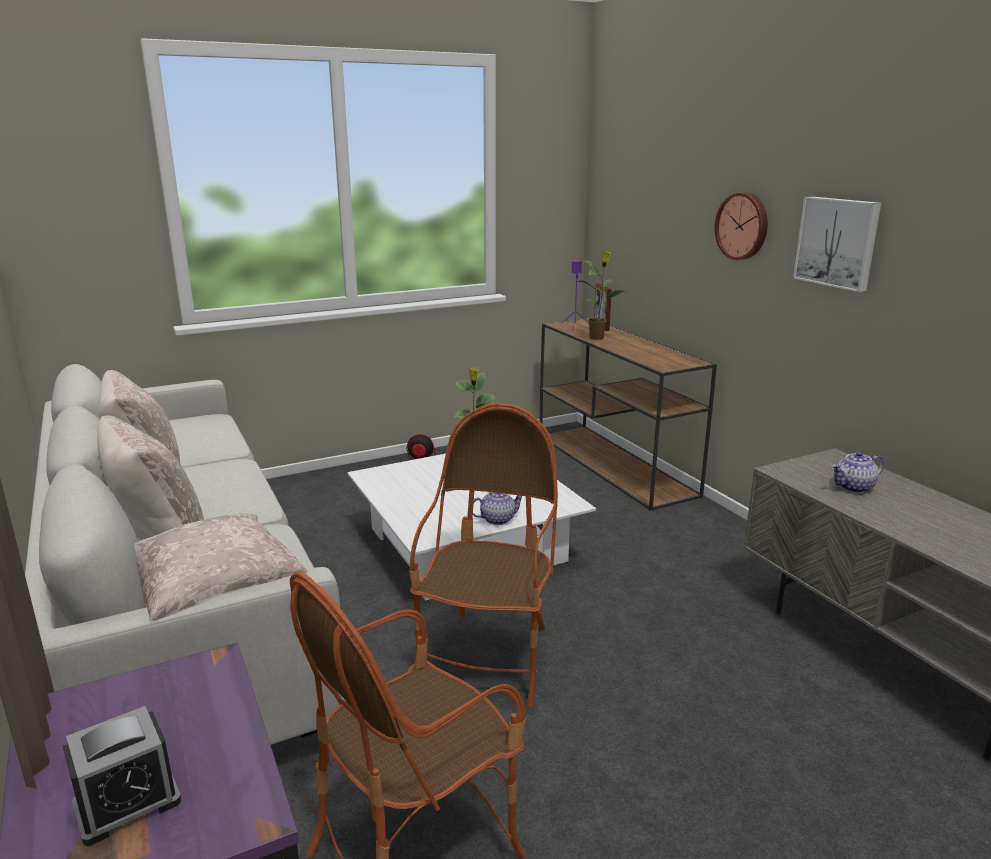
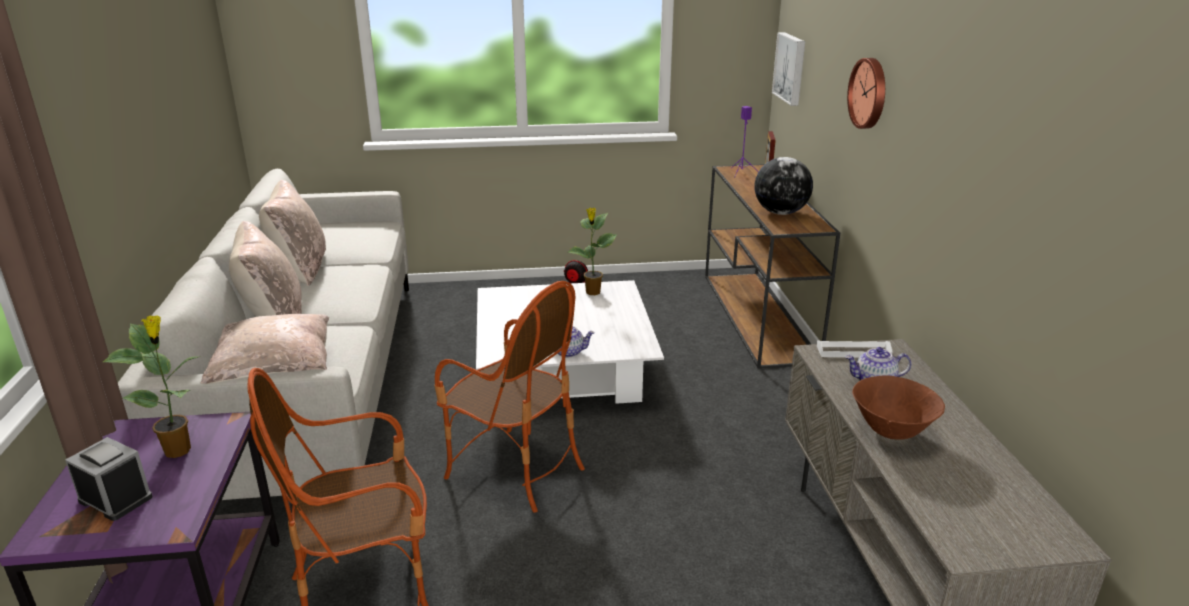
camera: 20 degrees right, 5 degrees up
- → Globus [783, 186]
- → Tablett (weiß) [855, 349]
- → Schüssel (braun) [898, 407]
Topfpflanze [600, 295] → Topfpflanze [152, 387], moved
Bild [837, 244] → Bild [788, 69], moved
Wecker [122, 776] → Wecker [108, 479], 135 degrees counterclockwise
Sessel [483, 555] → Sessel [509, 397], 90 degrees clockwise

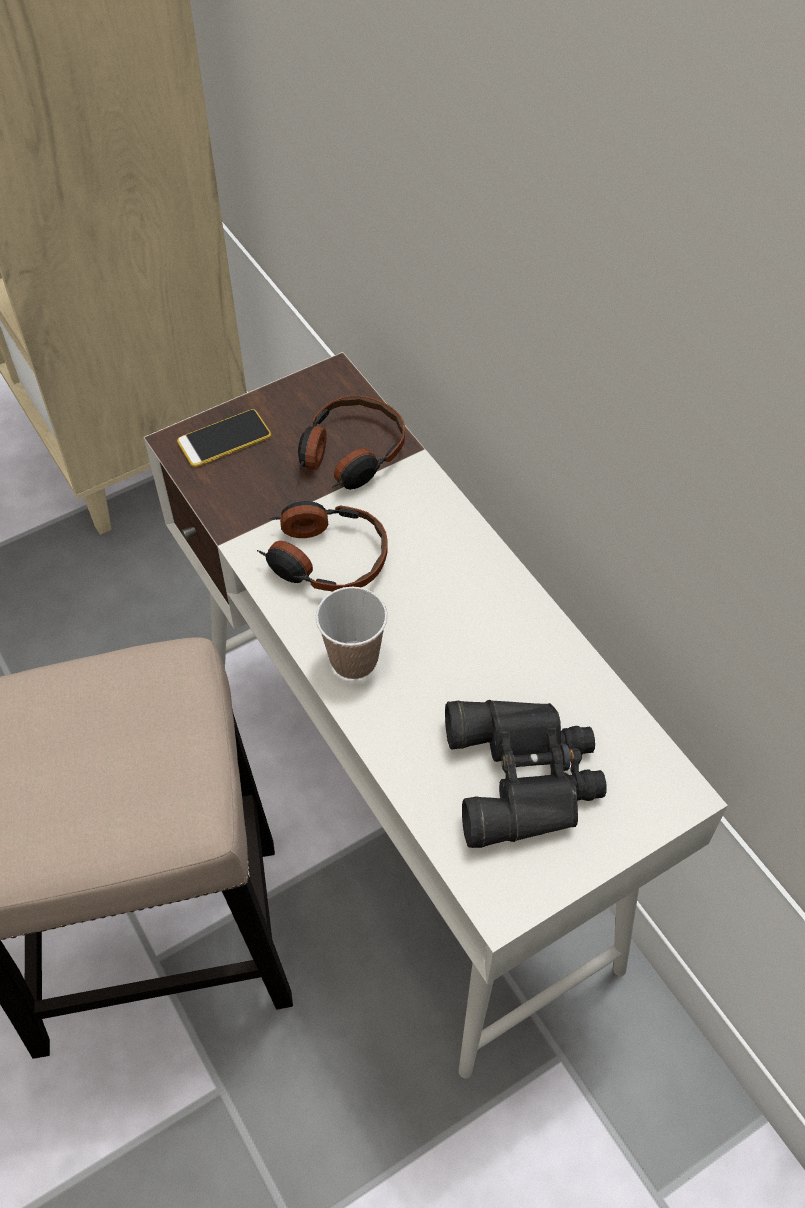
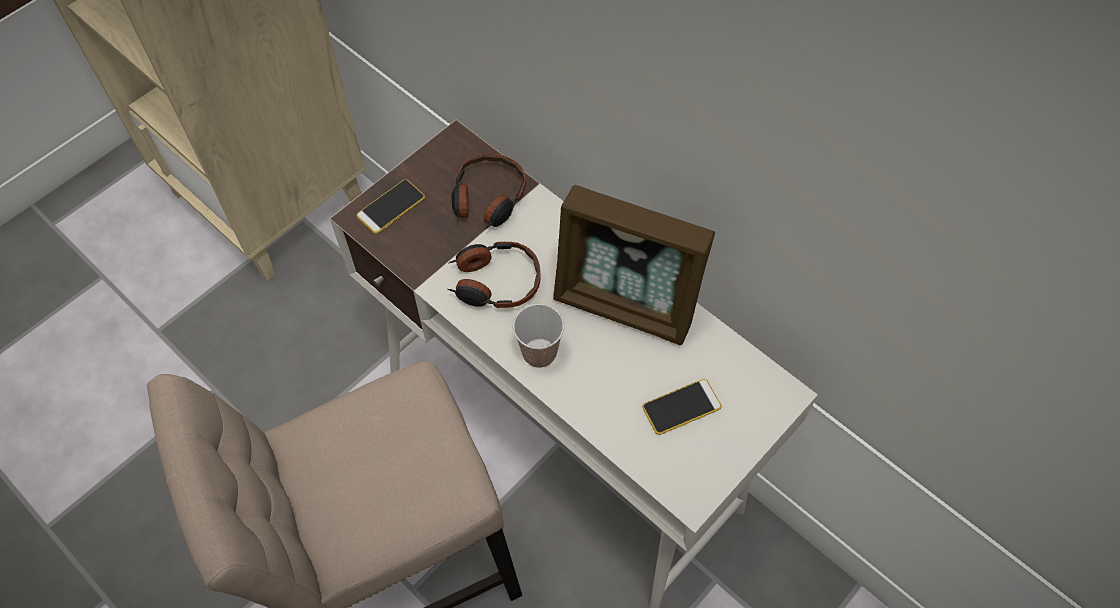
camera: 15 degrees left, 5 degrees up
- → Bilderrahmen [634, 265]
Fernglas (schwarz) [526, 774] → Handy [682, 407]

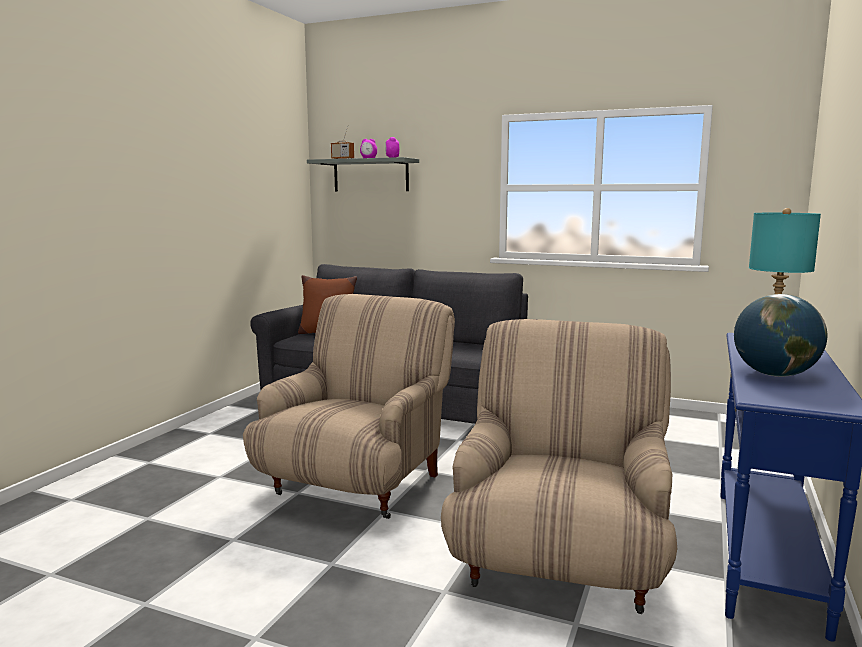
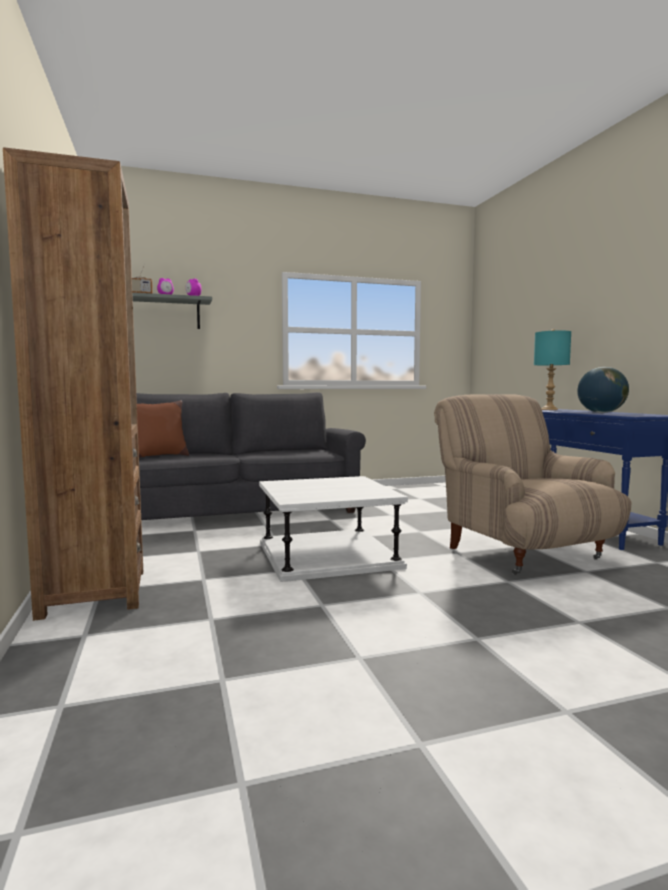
camera: 40 degrees left, 5 degrees down
- → Bücherregal (braun) [73, 384]
Sessel (beige) [349, 406] → Beistelltisch (weiß) [333, 529]

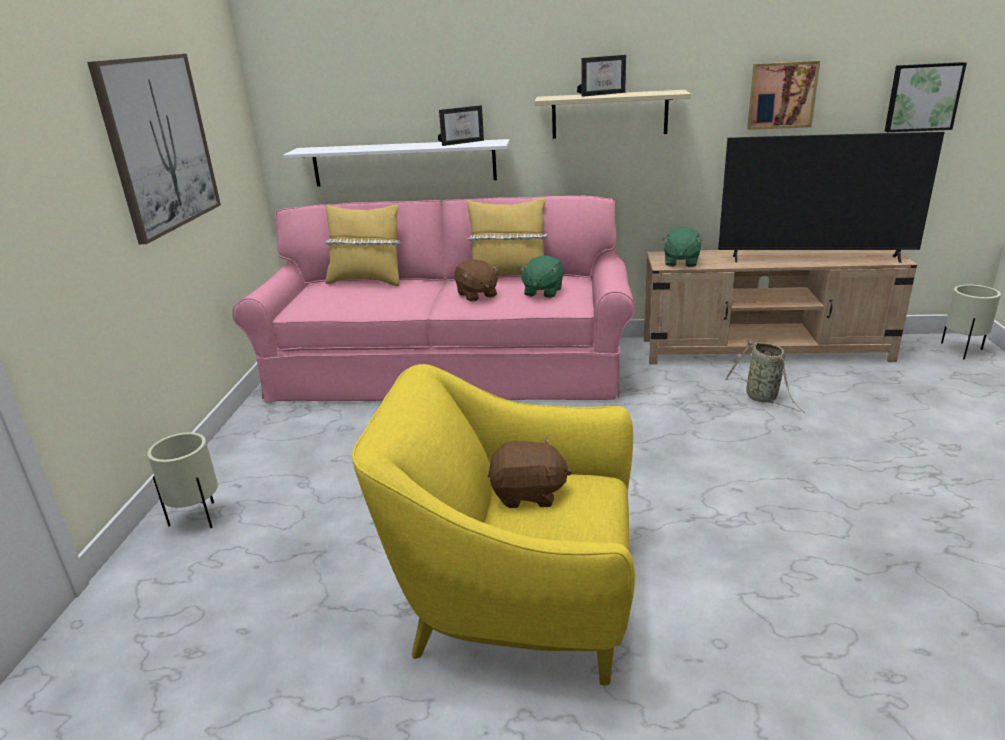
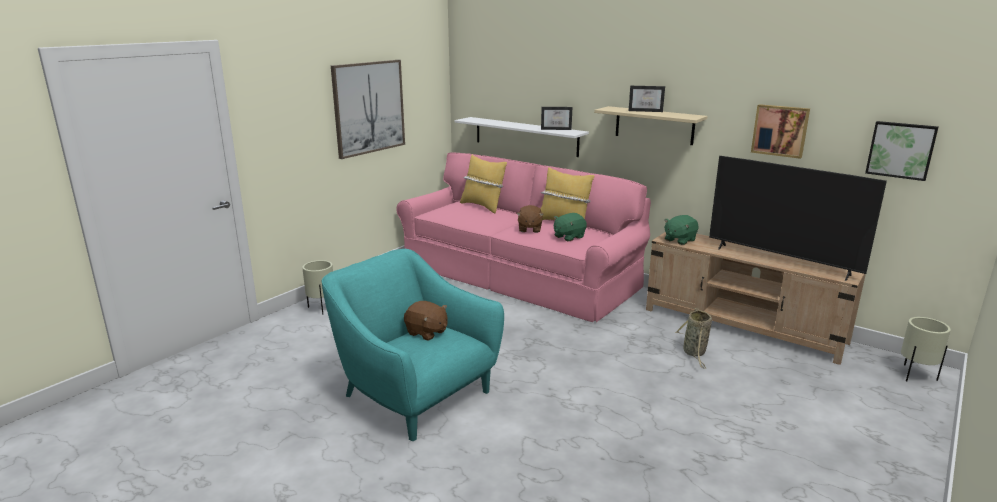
camera: 30 degrees right, 5 degrees down
Sessel (gelb) [493, 524] → Sessel (türkis) [413, 345]

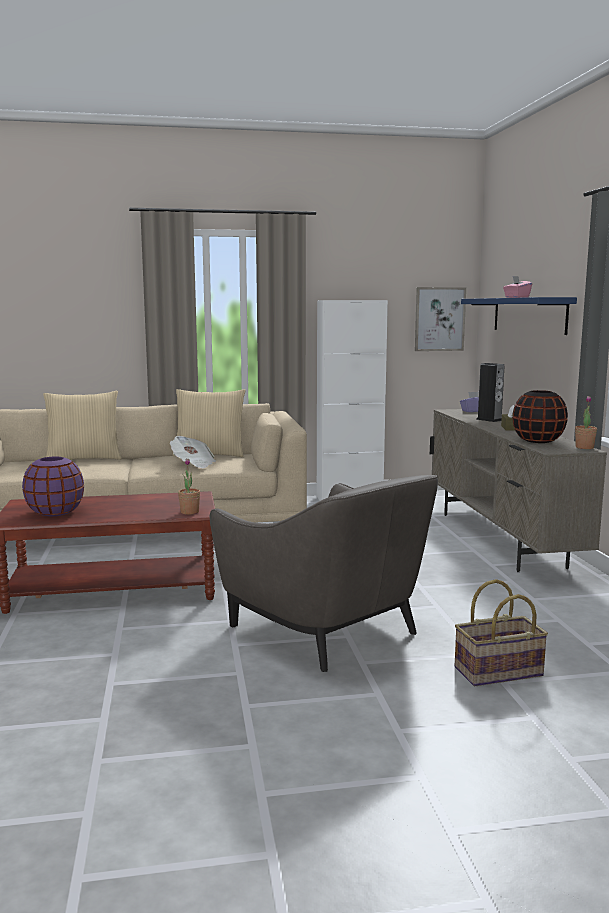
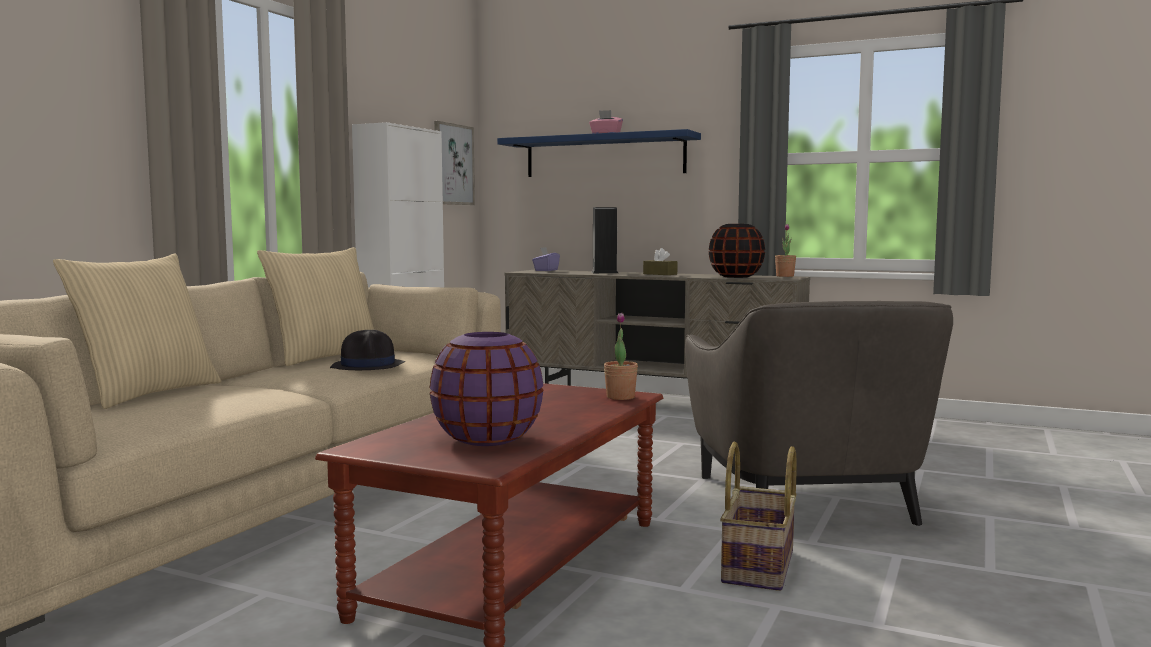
camera: 55 degrees left, 5 degrees down
Korb [501, 632] → Korb [758, 516], moved
Zeitung [193, 452] → Hut (schwarz) [367, 350]
Sessel (grau) [324, 573] → Sessel (grau) [819, 413], 90 degrees clockwise

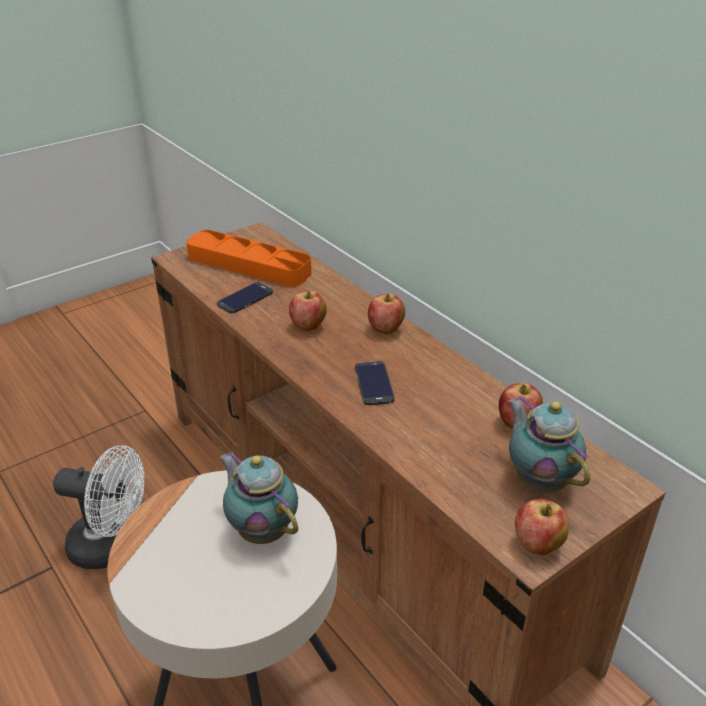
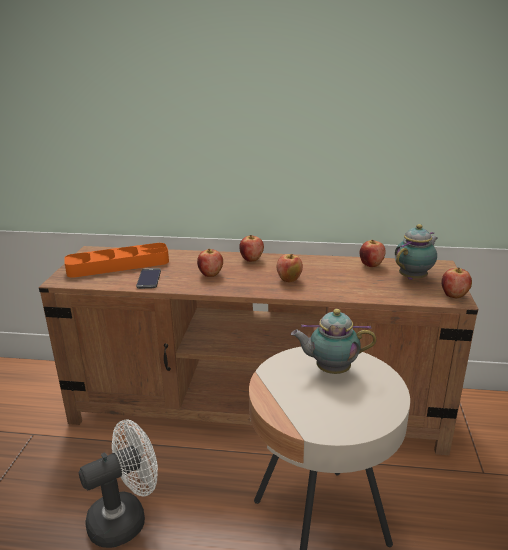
camera: 45 degrees left, 10 degrees down
Handy [375, 383] → Apfel [290, 268]
Teekanne [549, 444] → Teekanne [416, 252], 120 degrees clockwise

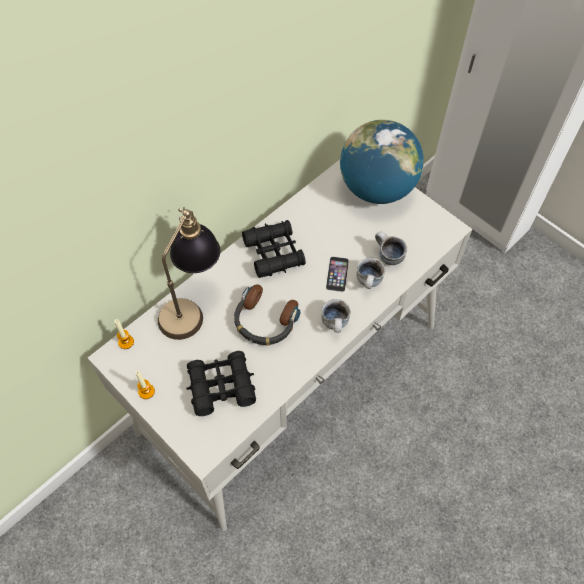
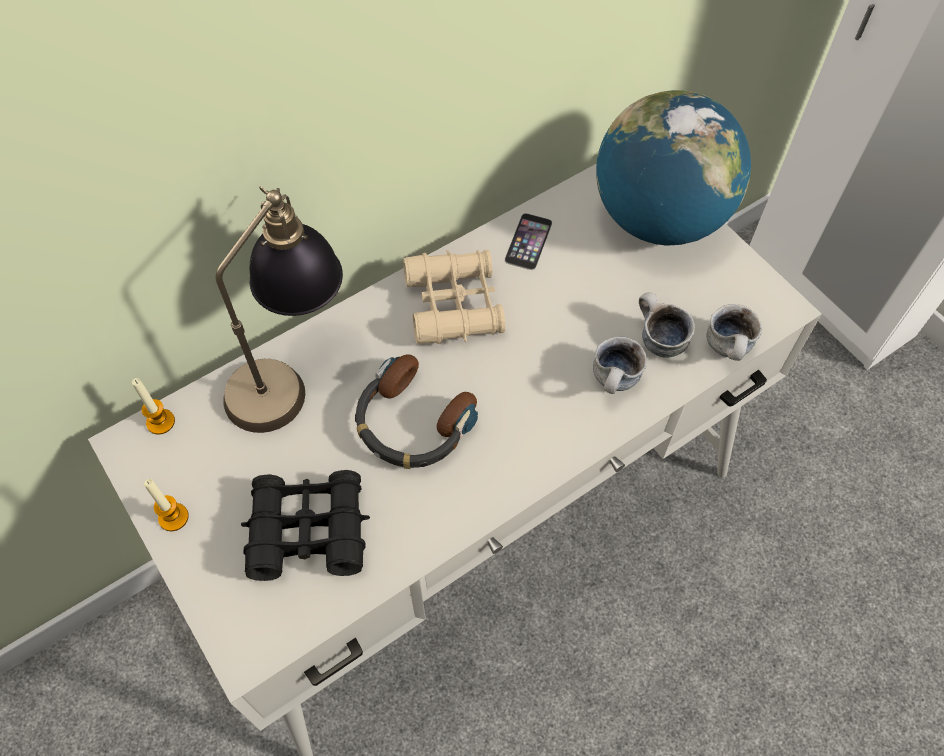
camera: 10 degrees right, 0 degrees up
Henkelbecher [336, 316] → Henkelbecher [734, 332], moved
Handy [337, 274] → Handy [528, 241], moved
Fernglas (schwarz) [274, 249] → Fernglas (beige) [454, 297]

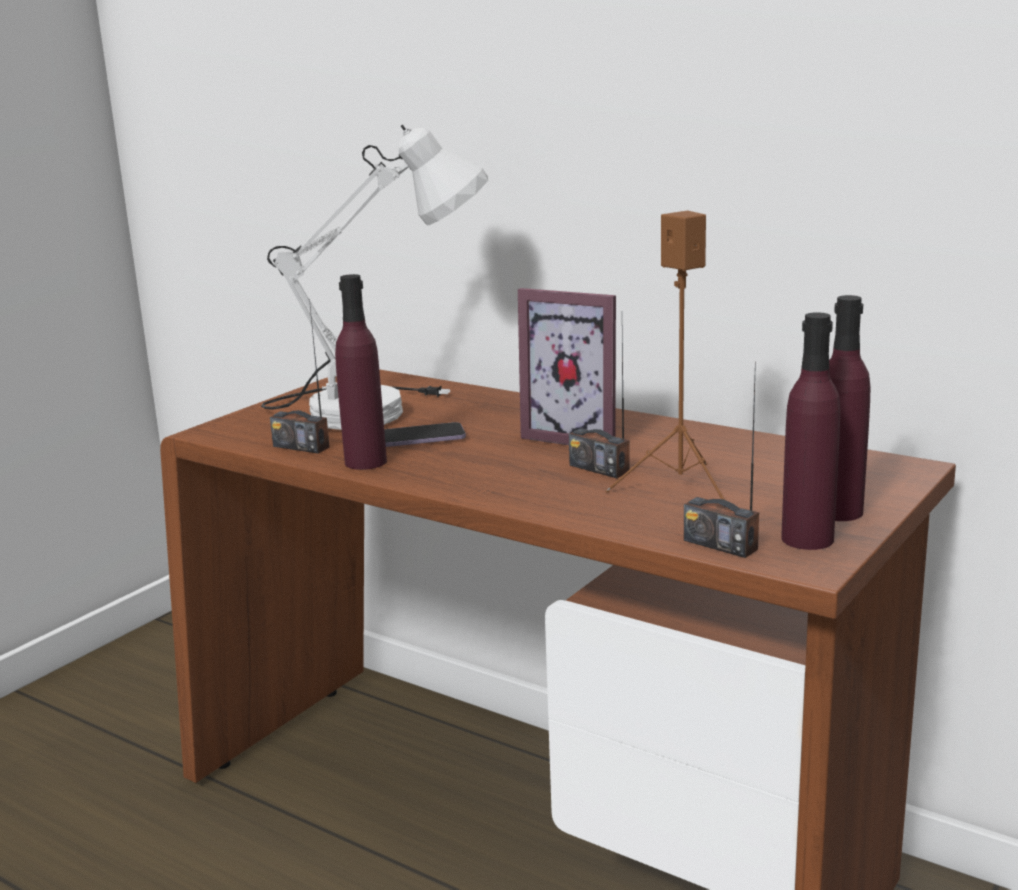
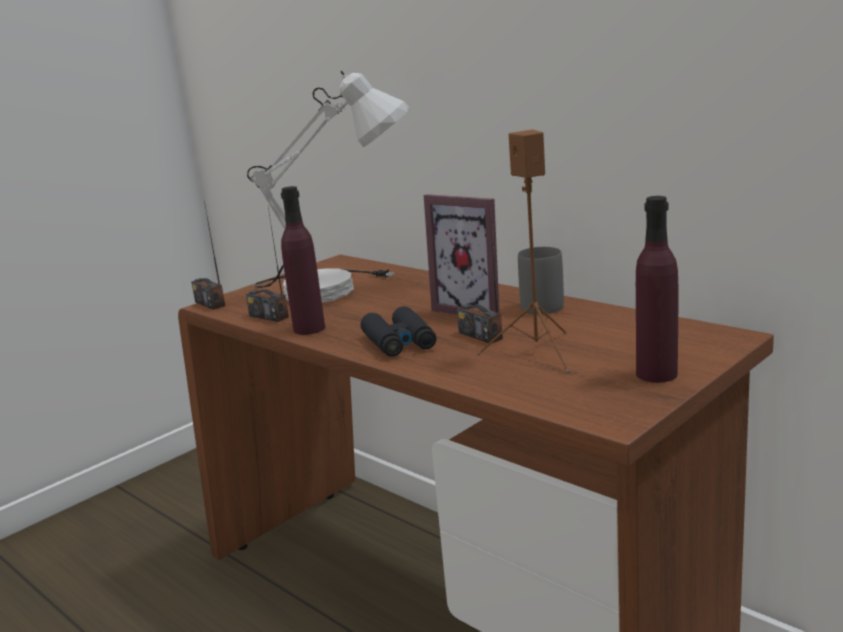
camera: 10 degrees right, 0 degrees up
Handy [425, 434] → -
Flasche (lila) [810, 431] → -
- → Fernglas (schwarz) [398, 331]
- → Henkelbecher (grau) [541, 280]
Radio [721, 459] → Radio [208, 255], moved

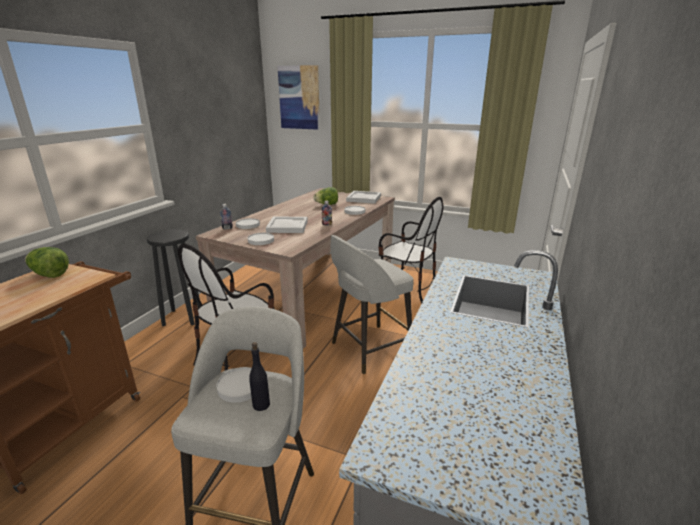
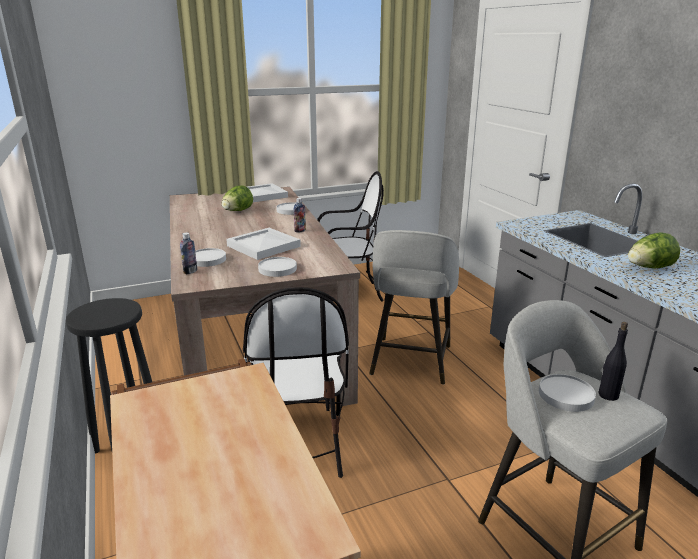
camera: 45 degrees left, 0 degrees up
Bild [298, 97] → -
Salatkopf [47, 262] → Salatkopf [654, 250], moved

